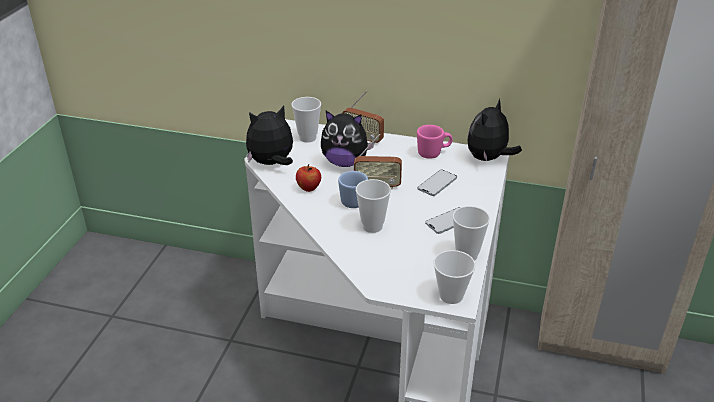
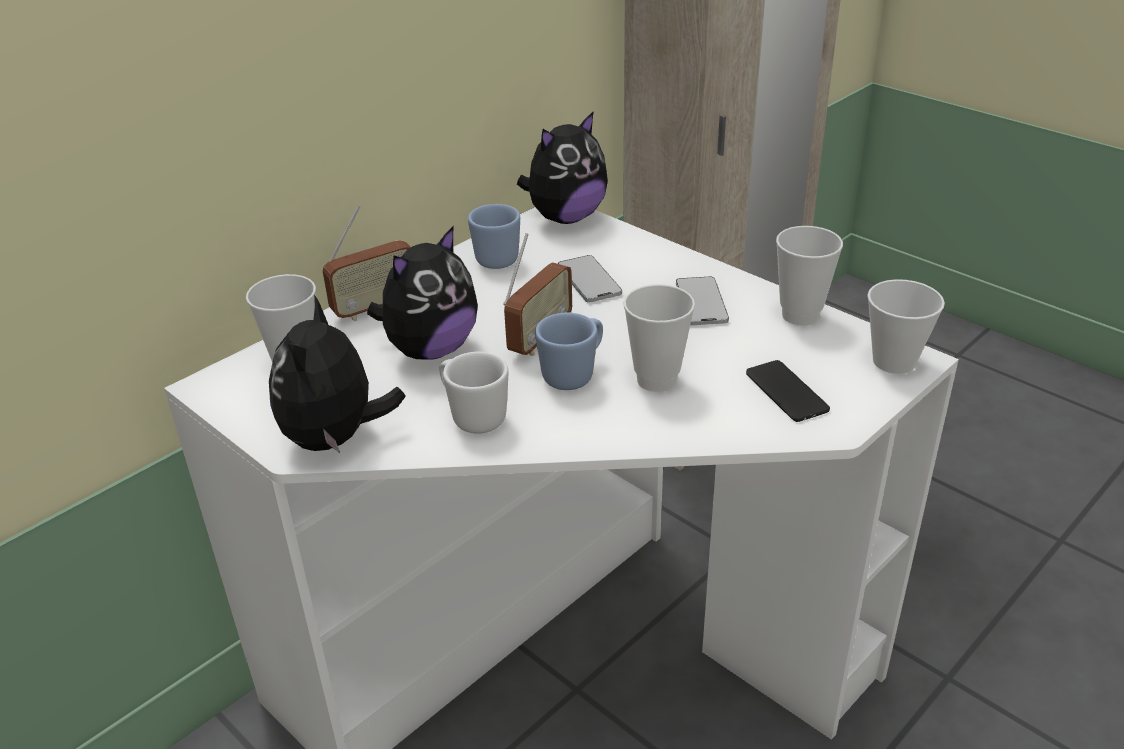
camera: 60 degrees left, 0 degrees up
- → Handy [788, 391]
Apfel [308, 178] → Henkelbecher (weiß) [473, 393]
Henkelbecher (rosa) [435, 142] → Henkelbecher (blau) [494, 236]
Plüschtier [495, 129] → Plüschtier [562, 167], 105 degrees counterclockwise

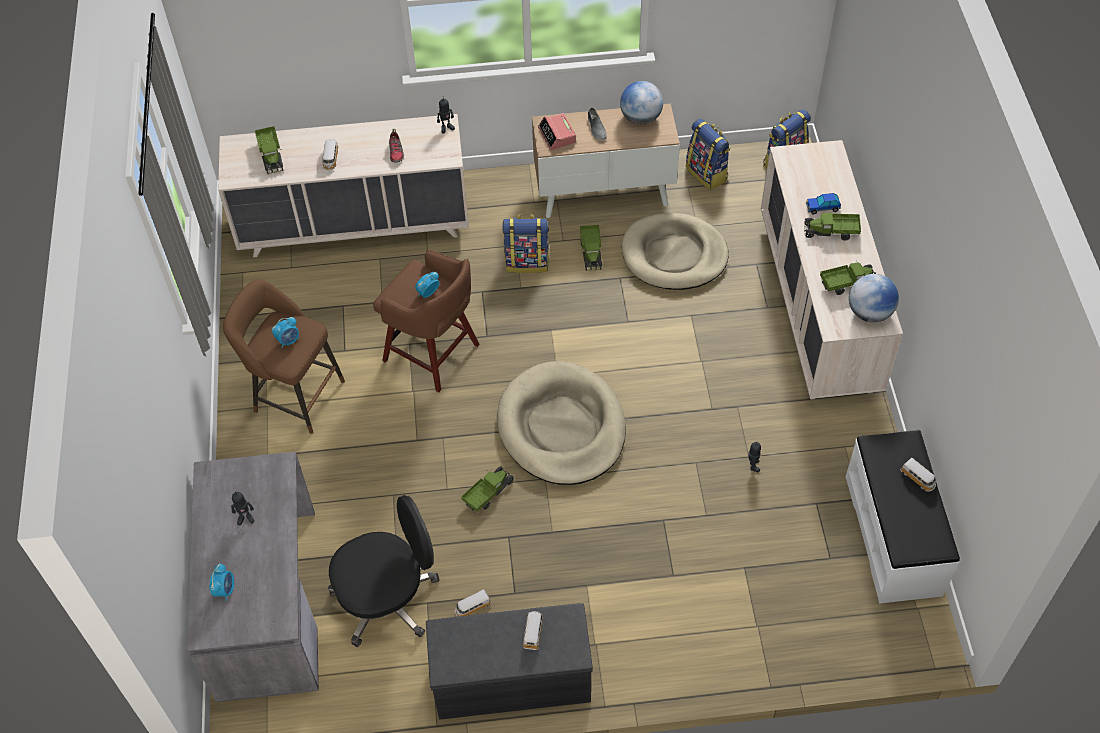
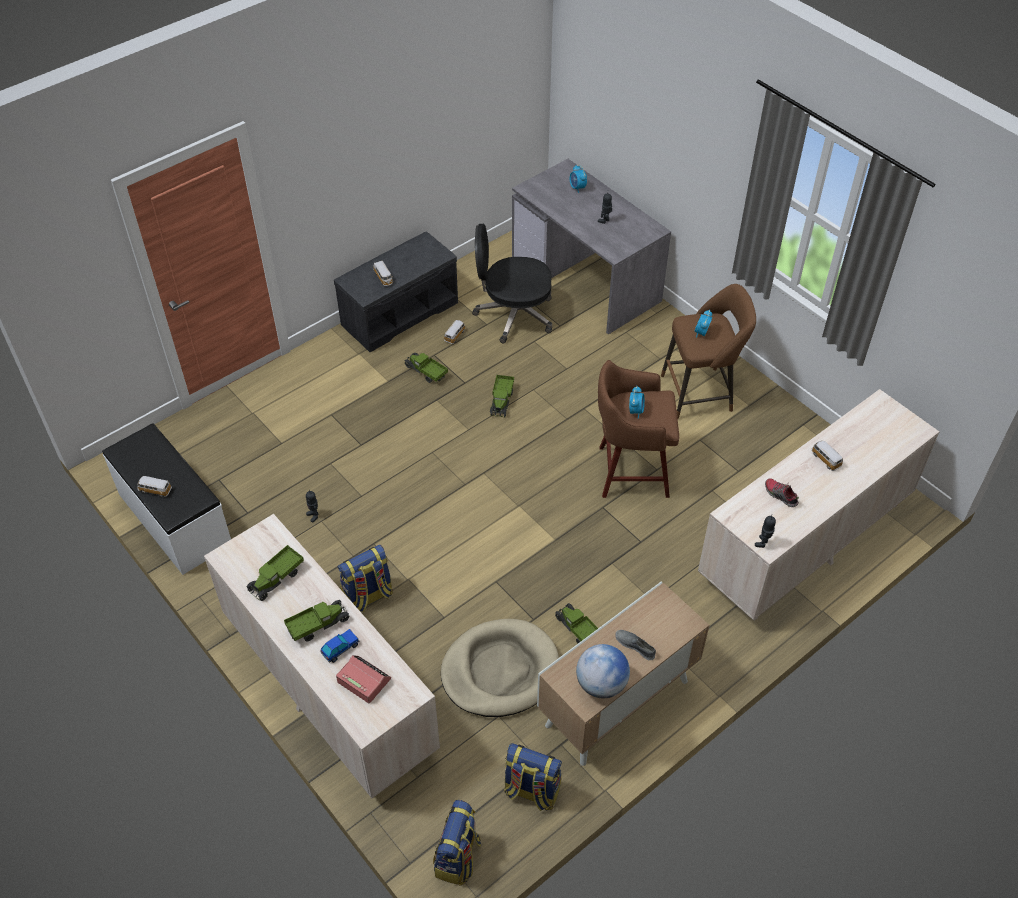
camera: 145 degrees right, 5 degrees down
Hundebett (beige) [561, 423] → -
Globus [874, 298] → -
Spielzeuglaster [269, 150] → Spielzeuglaster [426, 368], moved
Rucksack [526, 243] → Rucksack [365, 578], moved
Wecker [557, 131] → Wecker [363, 679], moved
Bürostuhl (schwarz) [383, 571] → Bürostuhl (schwarz) [512, 283], 60 degrees clockwise

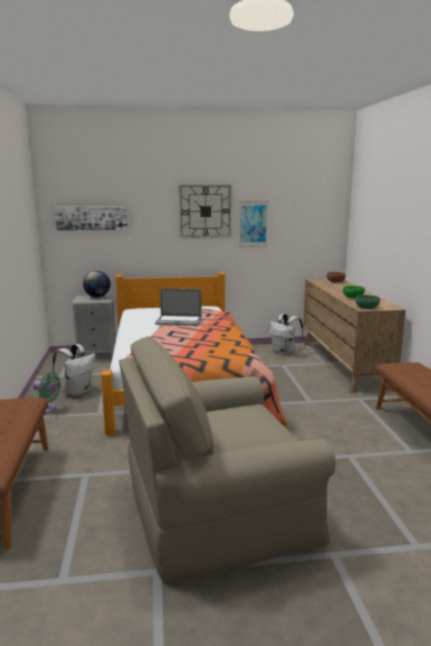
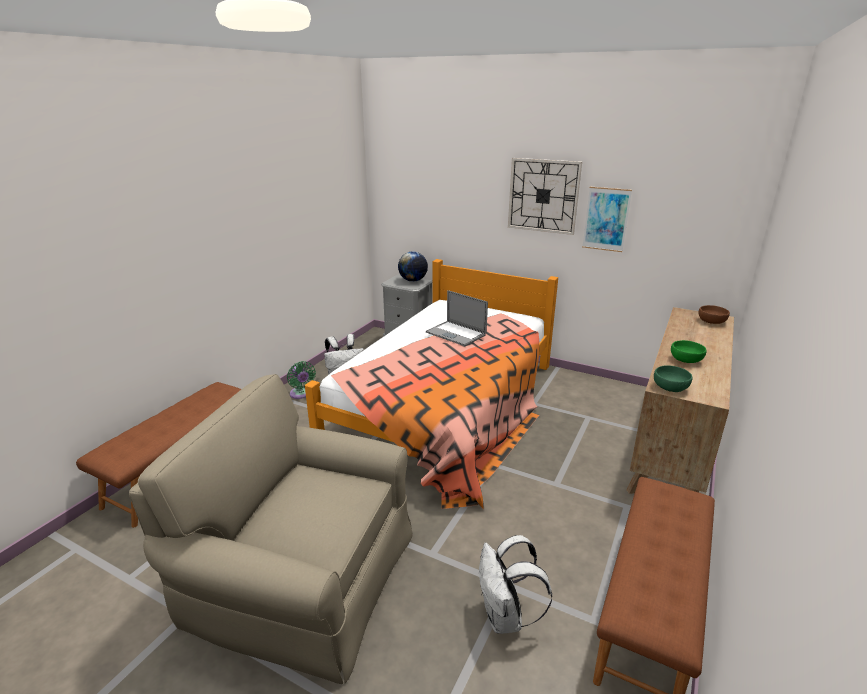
camera: 35 degrees right, 10 degrees up
Bild [91, 218] → -
Rucksack (weiß) [285, 334] → Rucksack (weiß) [515, 584], moved

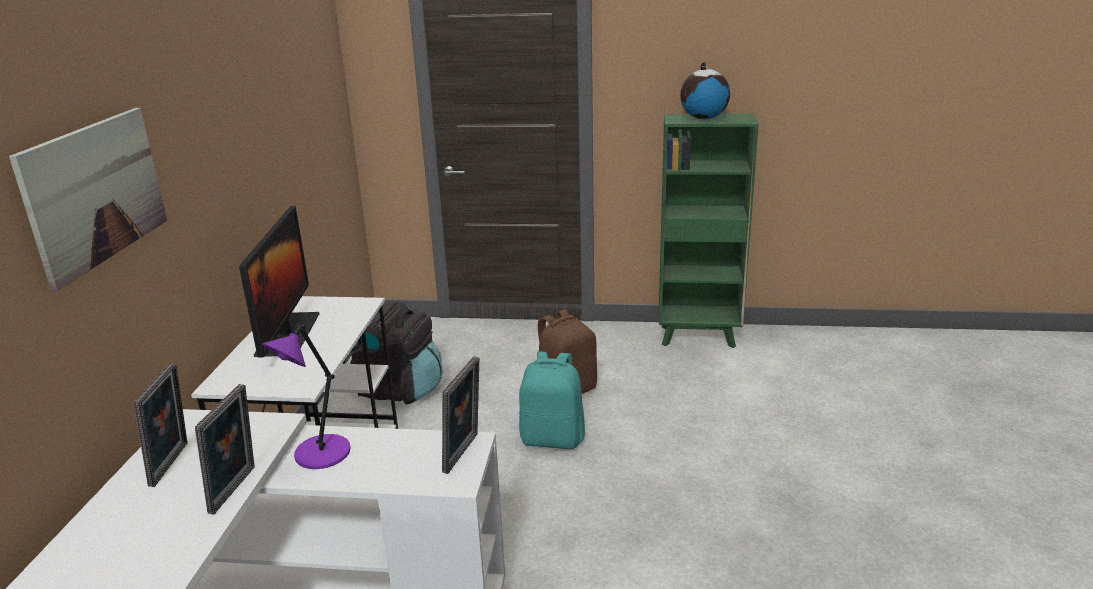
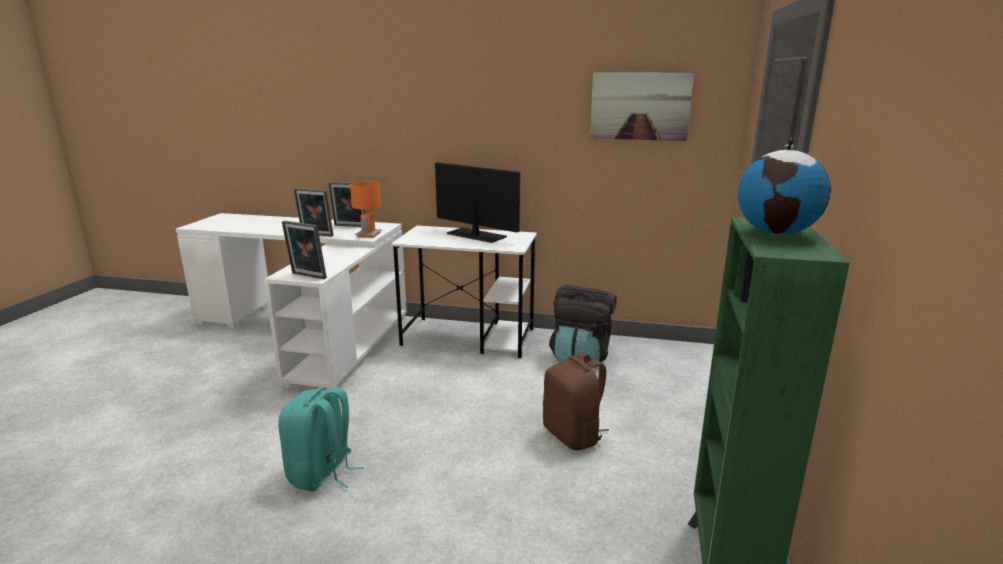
camera: 95 degrees right, 5 degrees down
Tischlampe (lila) [306, 396] → -
- → Tischlampe (orange) [366, 210]
Bild [88, 199] → Bild [642, 107], moved
Rucksack (türkis) [552, 400] → Rucksack (türkis) [321, 439], moved
Monitor [279, 282] → Monitor [477, 202], 150 degrees counterclockwise

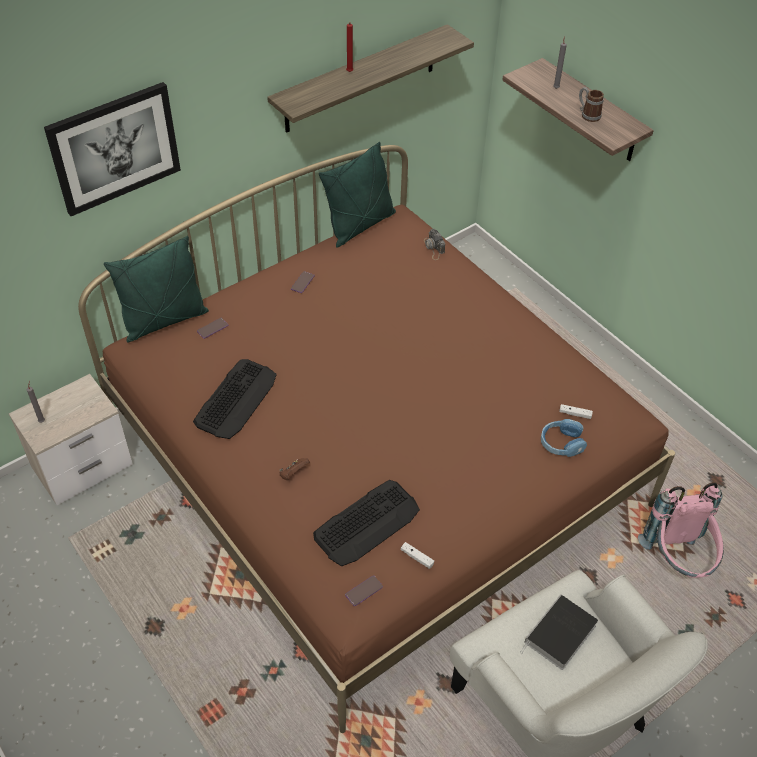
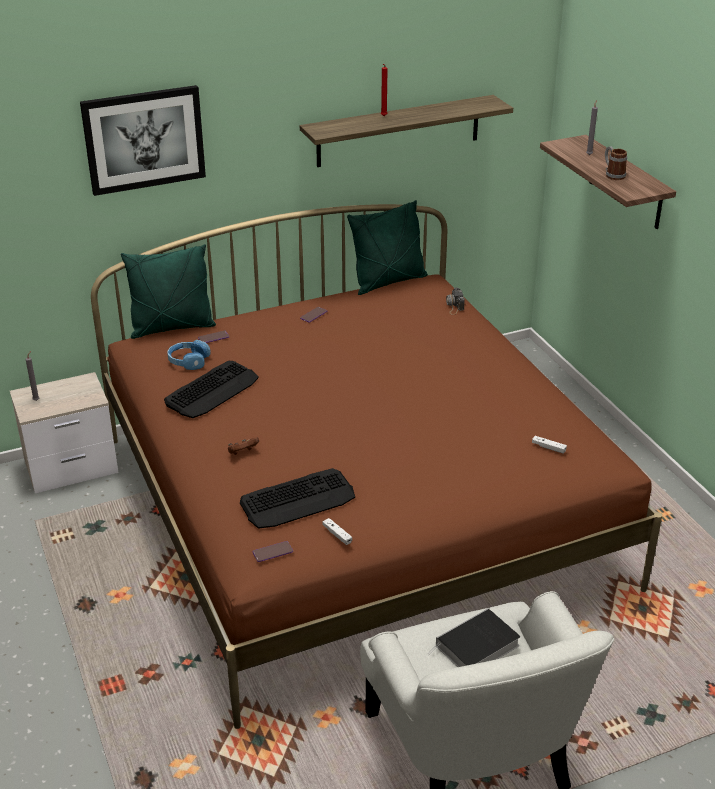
camera: 15 degrees right, 15 degrees down
Rucksack (rosa) [681, 530] → -
Kopfhörer (blau) [564, 438] → Kopfhörer (blau) [189, 355], moved

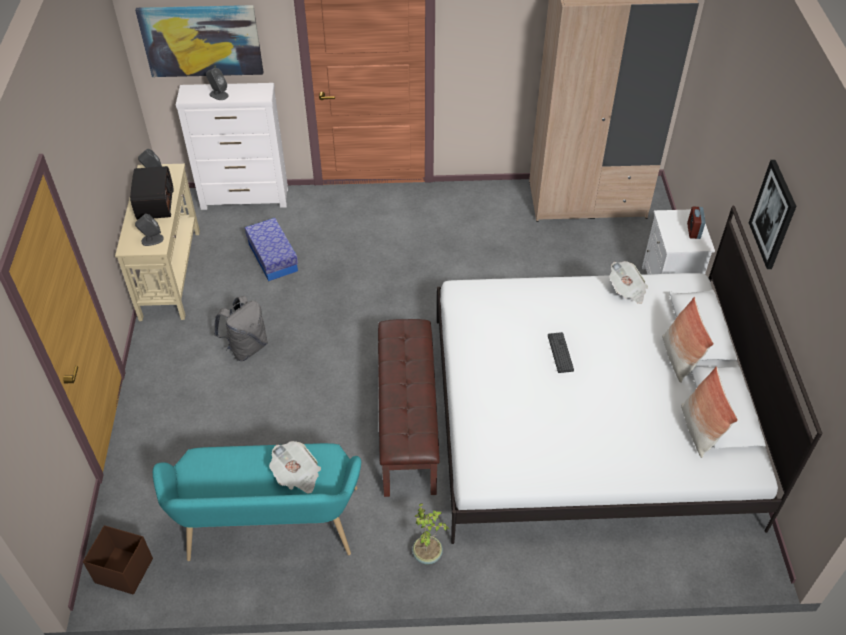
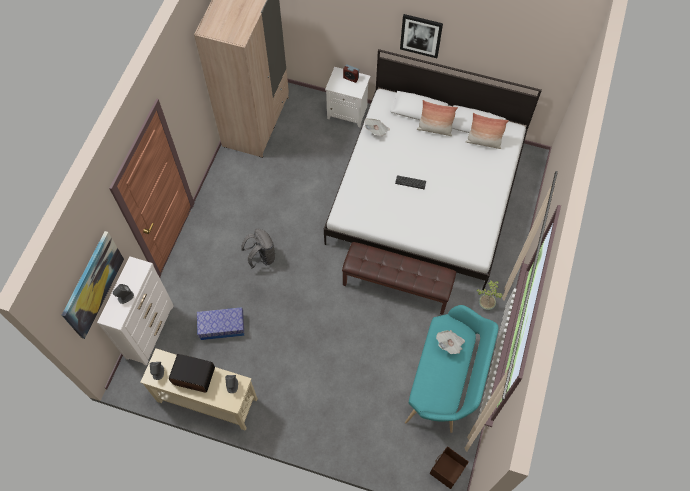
camera: 70 degrees left, 15 degrees up
Rucksack (grau) [241, 328] → Rucksack (grau) [258, 249], moved

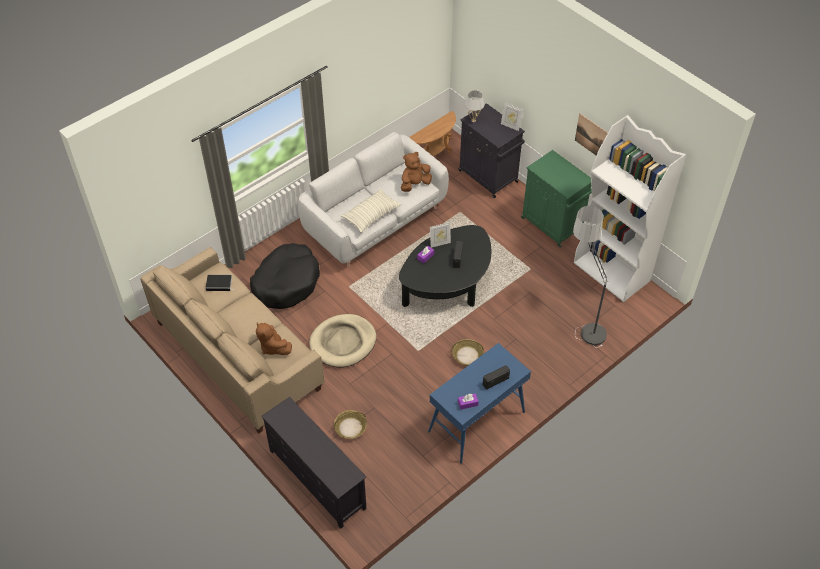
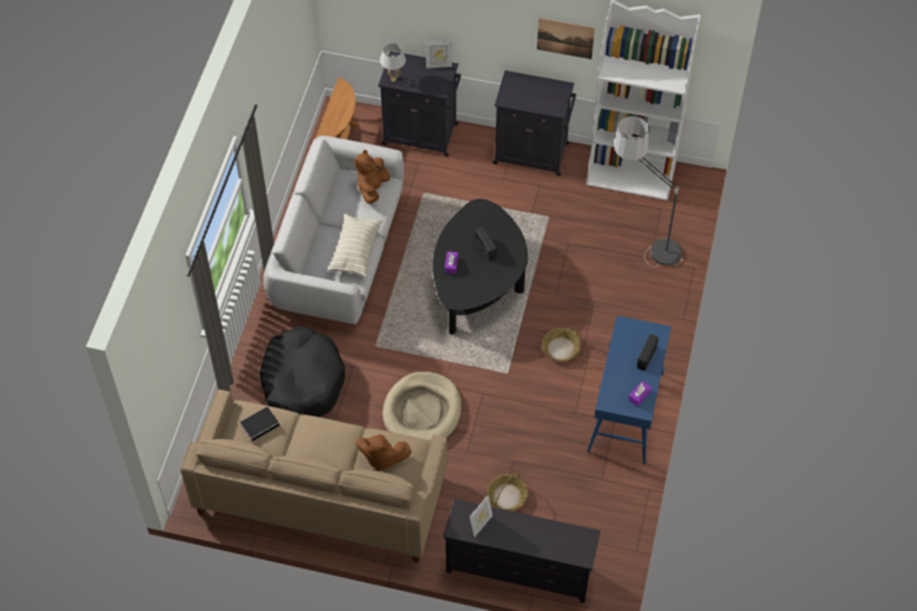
camera: 35 degrees left, 5 degrees up
Bilderrahmen [440, 235] → Bilderrahmen [481, 516], moved
Schrank (grün) [556, 198] → Schrank (schwarz) [534, 123]

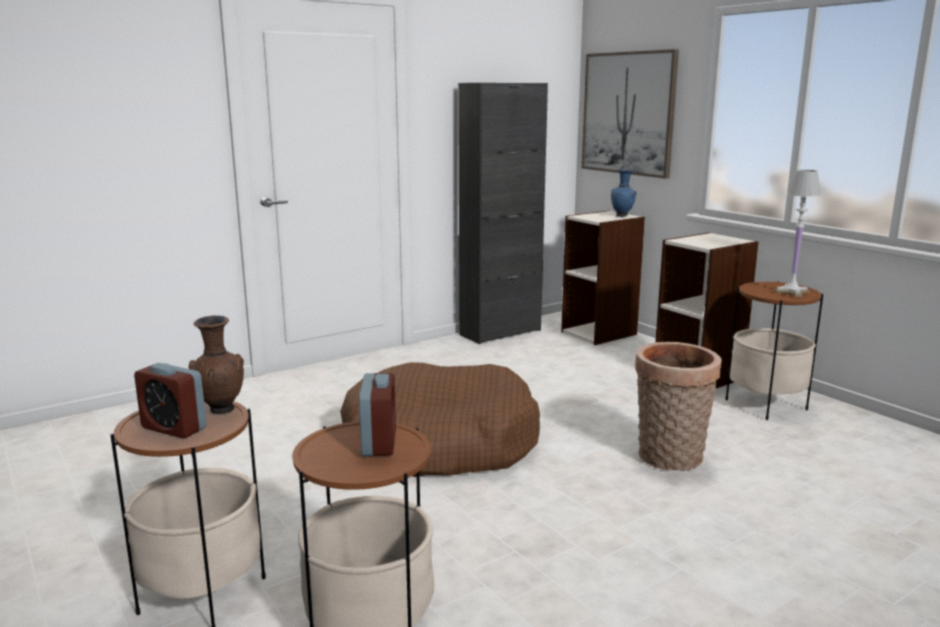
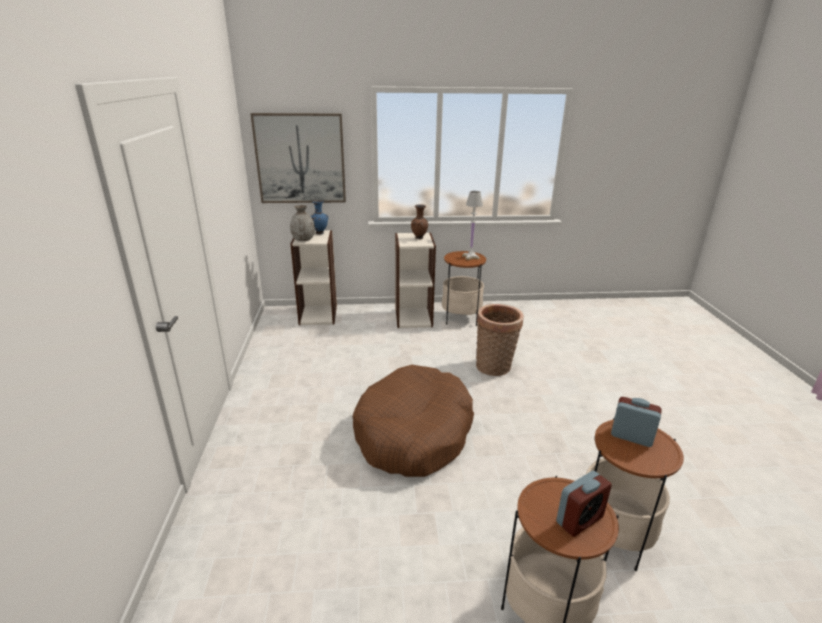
camera: 60 degrees left, 10 degrees up
Schrank (schwarz) [503, 213] → -
- → Vase (grau) [302, 223]
Vase (braun) [216, 364] → Vase (braun) [419, 222], moved

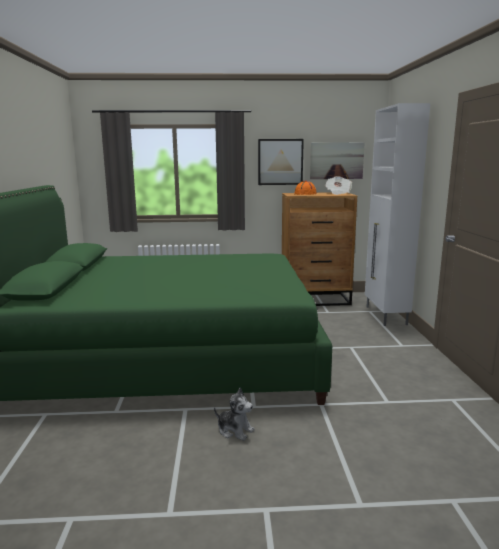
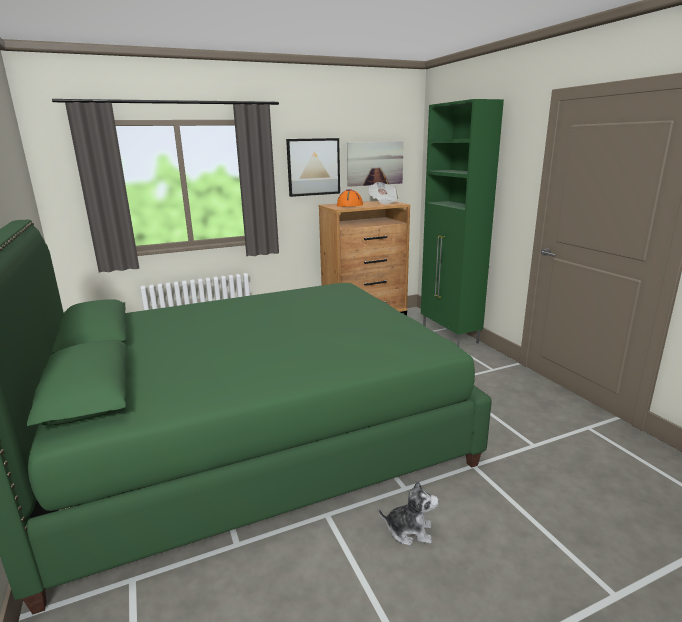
camera: 20 degrees left, 5 degrees up
Schrank (weiß) [398, 214] → Schrank (grün) [462, 223]

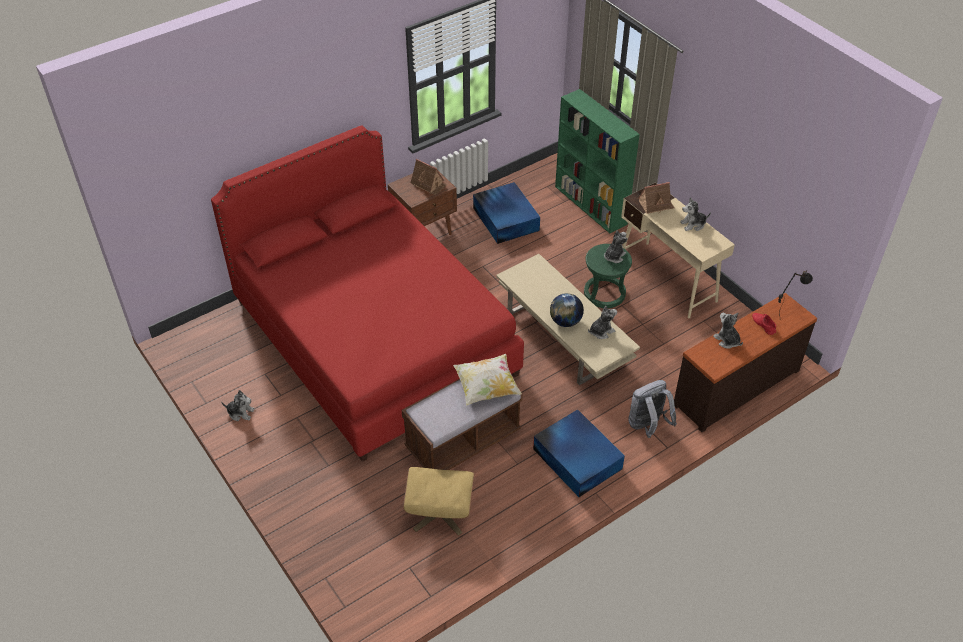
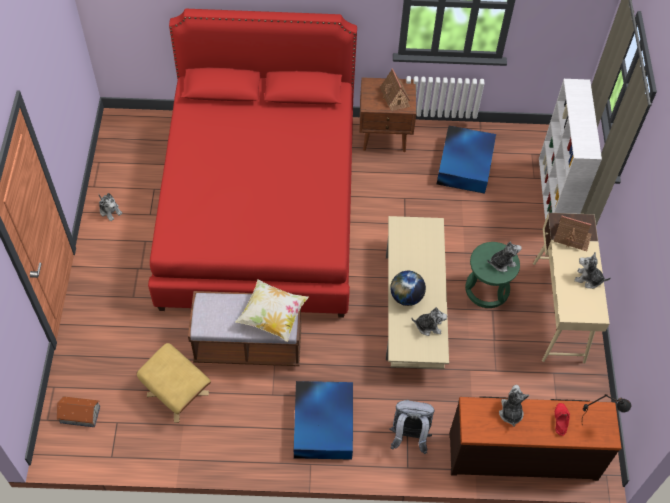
camera: 35 degrees right, 10 degrees up
- → Spielzeughaus [78, 411]
Bücherregal (grün) [597, 161] → Bücherregal (weiß) [570, 149]

